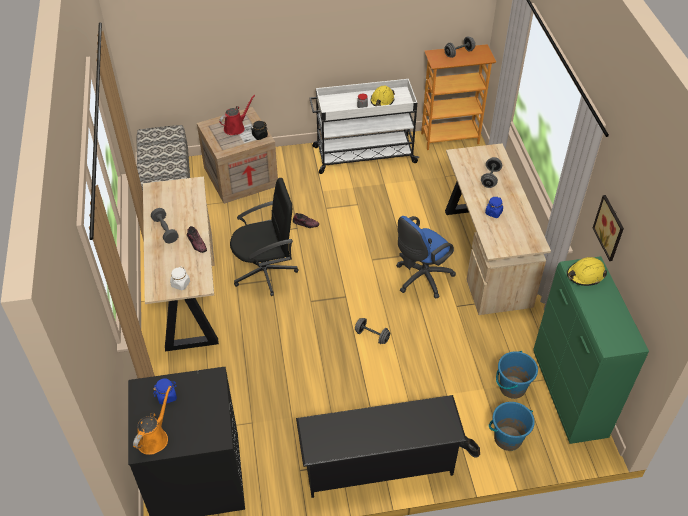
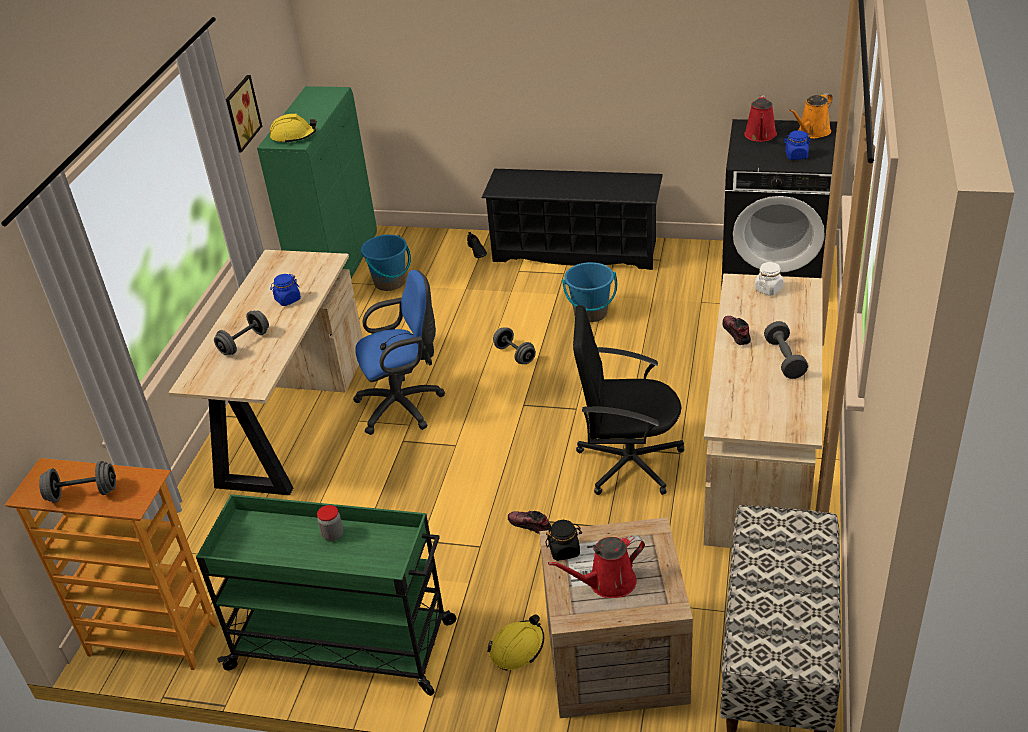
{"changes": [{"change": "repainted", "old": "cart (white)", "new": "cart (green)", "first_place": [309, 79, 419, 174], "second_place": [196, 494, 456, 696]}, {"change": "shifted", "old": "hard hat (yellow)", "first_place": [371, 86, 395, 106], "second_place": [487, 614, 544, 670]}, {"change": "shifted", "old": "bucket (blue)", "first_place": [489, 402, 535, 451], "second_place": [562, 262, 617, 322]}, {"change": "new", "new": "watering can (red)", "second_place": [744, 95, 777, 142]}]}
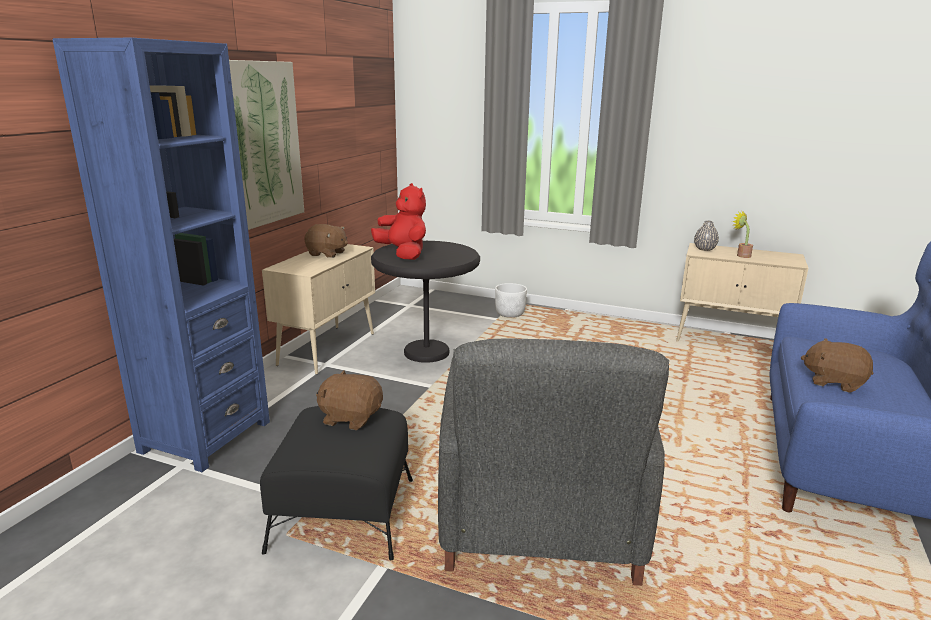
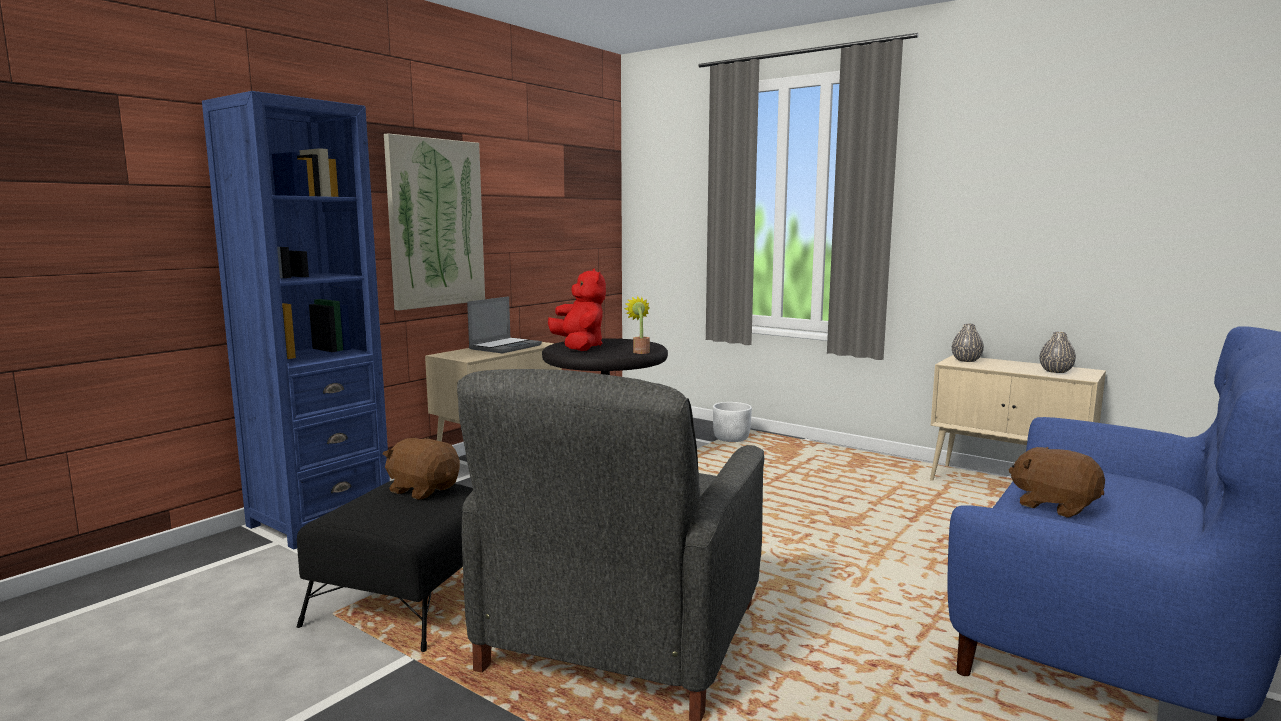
{"changes": [{"change": "swapped", "old": "plush toy (brown)", "new": "laptop", "first_place": [305, 224, 348, 258], "second_place": [467, 296, 542, 353]}, {"change": "shifted", "old": "potted plant", "first_place": [732, 210, 753, 258], "second_place": [624, 296, 650, 354]}, {"change": "new", "new": "vase (grey)", "second_place": [1040, 332, 1076, 373]}]}
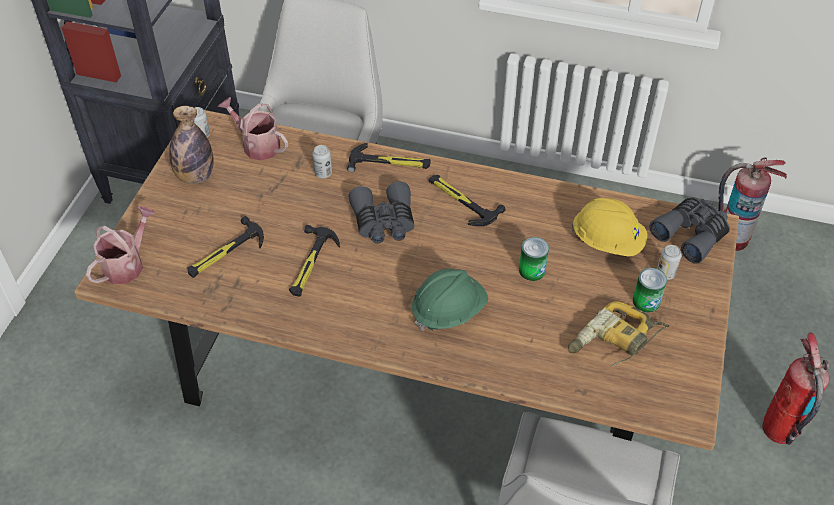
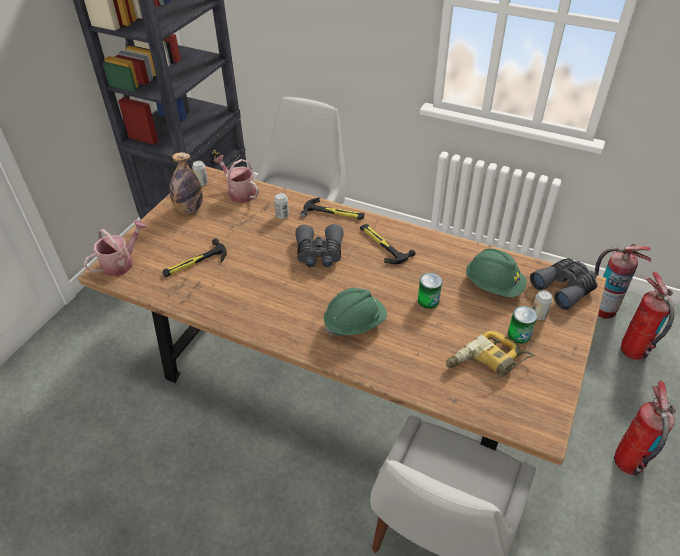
{"changes": [{"change": "gone", "old": "hammer", "first_place": [289, 225, 340, 297]}, {"change": "repainted", "old": "hard hat (yellow)", "new": "hard hat (green)", "first_place": [571, 198, 647, 257], "second_place": [466, 249, 527, 297]}, {"change": "new", "new": "fire extinguisher", "second_place": [620, 272, 675, 360]}]}
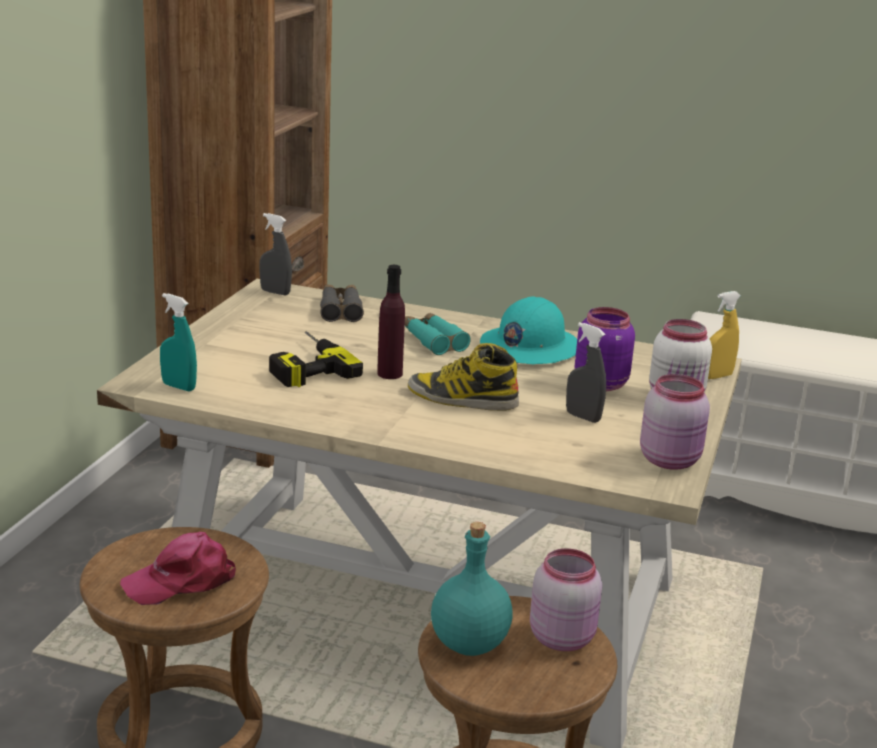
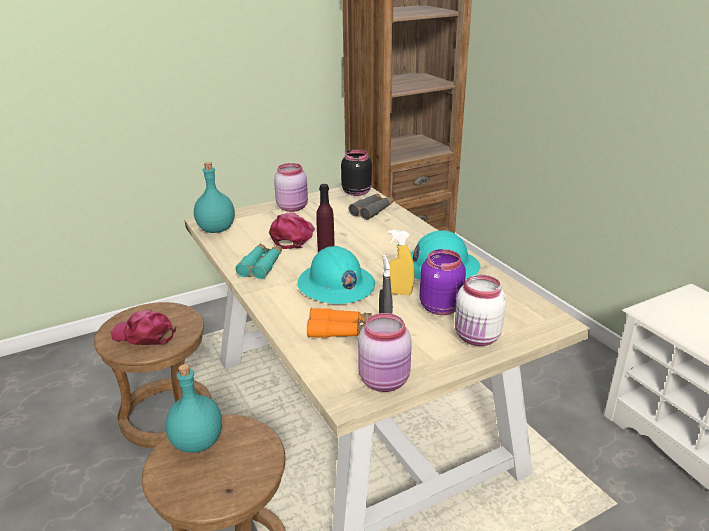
{"changes": [{"change": "swapped", "old": "spray bottle (turquoise)", "new": "bottle (turquoise)", "first_place": [160, 293, 197, 391], "second_place": [194, 162, 235, 233]}, {"change": "swapped", "old": "spray bottle (grey)", "new": "jar (black)", "first_place": [259, 213, 292, 295], "second_place": [341, 150, 372, 196]}, {"change": "swapped", "old": "power drill", "new": "cap (pink)", "first_place": [269, 331, 363, 387], "second_place": [269, 212, 315, 249]}, {"change": "shifted", "old": "binoculars (turquoise)", "first_place": [405, 313, 471, 355], "second_place": [235, 244, 282, 279]}, {"change": "swapped", "old": "boot", "new": "hard hat (turquoise)", "first_place": [408, 343, 519, 411], "second_place": [297, 246, 375, 304]}, {"change": "shifted", "old": "jar (pink)", "first_place": [530, 548, 602, 651], "second_place": [274, 163, 308, 212]}, {"change": "shifted", "old": "spray bottle (yellow)", "first_place": [708, 291, 741, 379], "second_place": [388, 230, 415, 295]}, {"change": "new", "new": "binoculars (orange)", "second_place": [307, 308, 372, 338]}]}
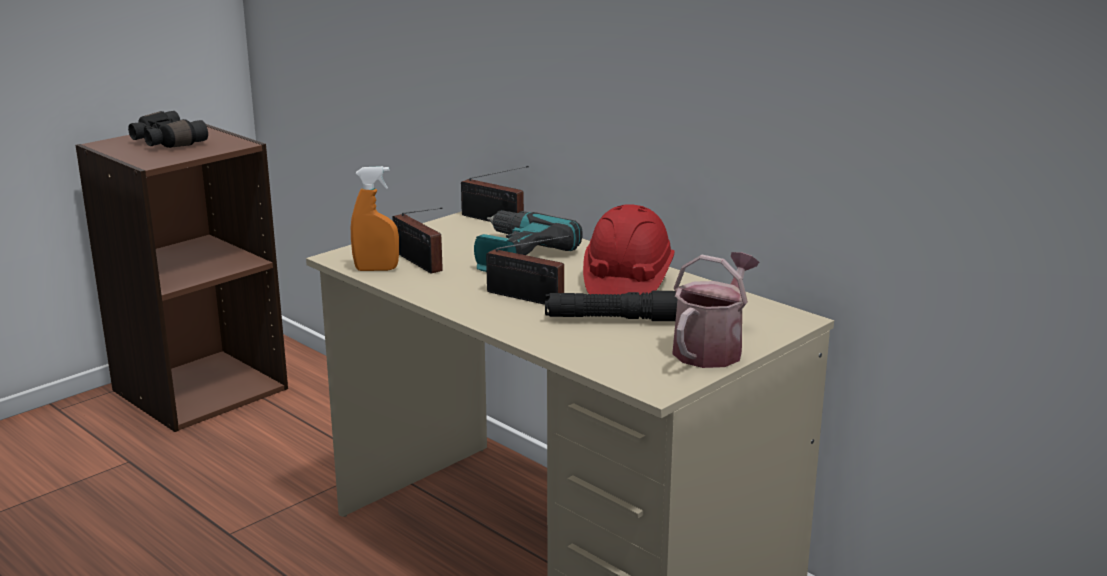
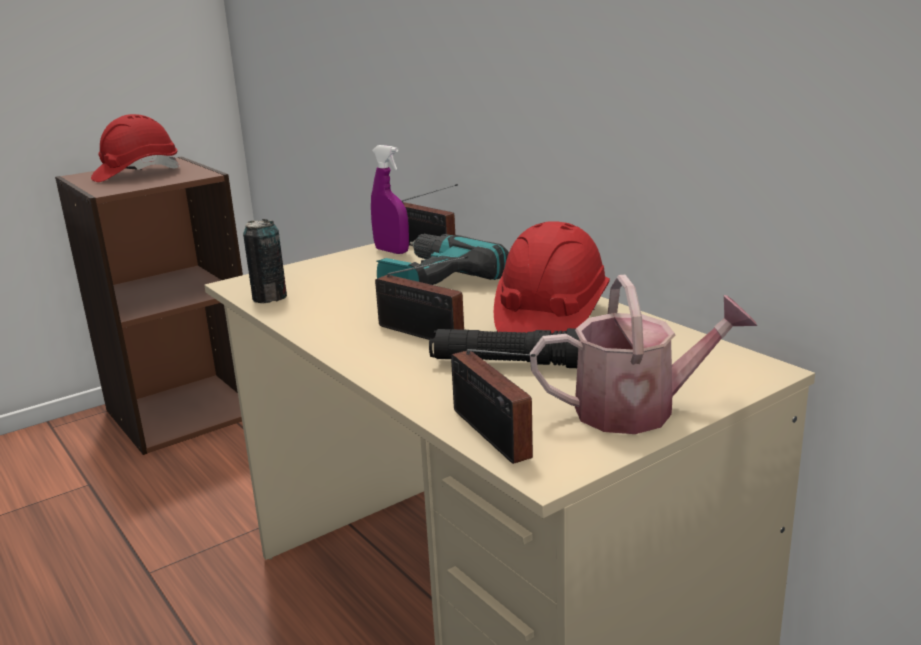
{"changes": [{"change": "swapped", "old": "binoculars (black)", "new": "hard hat (red)", "first_place": [128, 111, 208, 148], "second_place": [91, 114, 180, 182]}, {"change": "swapped", "old": "spray bottle (orange)", "new": "can", "first_place": [351, 166, 399, 271], "second_place": [243, 219, 287, 303]}, {"change": "shifted", "old": "radio", "first_place": [392, 207, 443, 274], "second_place": [451, 349, 535, 464]}, {"change": "rotated", "old": "watering can", "first_place": [672, 252, 759, 368], "second_place": [530, 275, 757, 434], "degrees": 45}, {"change": "new", "new": "spray bottle (purple)", "second_place": [371, 145, 409, 254]}]}
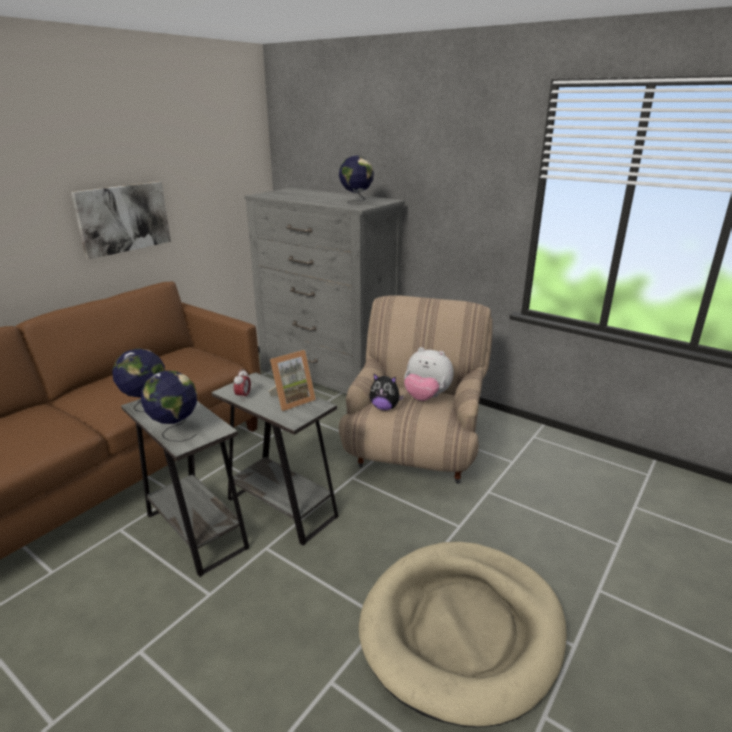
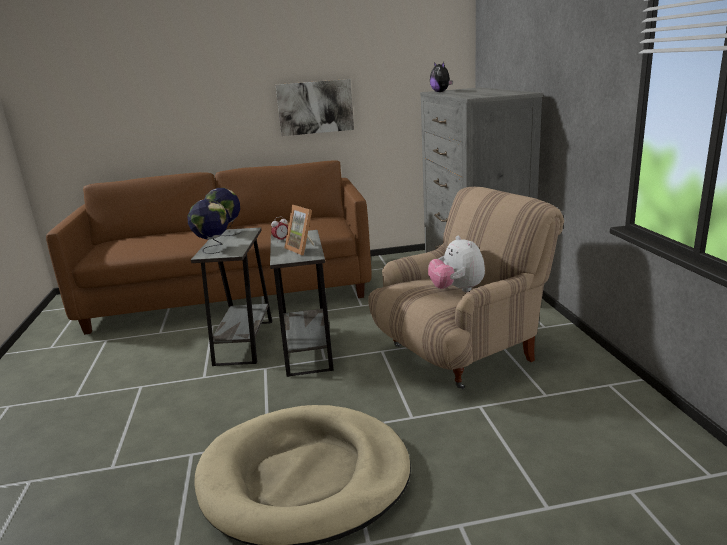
{"changes": [{"change": "rotated", "old": "picture frame", "first_place": [269, 350, 316, 411], "second_place": [284, 205, 314, 255], "degrees": 45}, {"change": "gone", "old": "globe", "first_place": [339, 155, 374, 205]}, {"change": "shifted", "old": "plush toy", "first_place": [370, 374, 404, 410], "second_place": [430, 62, 453, 92]}]}
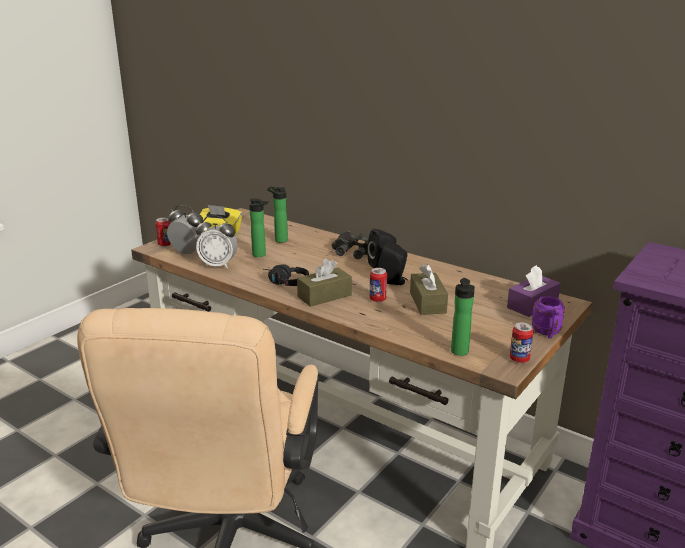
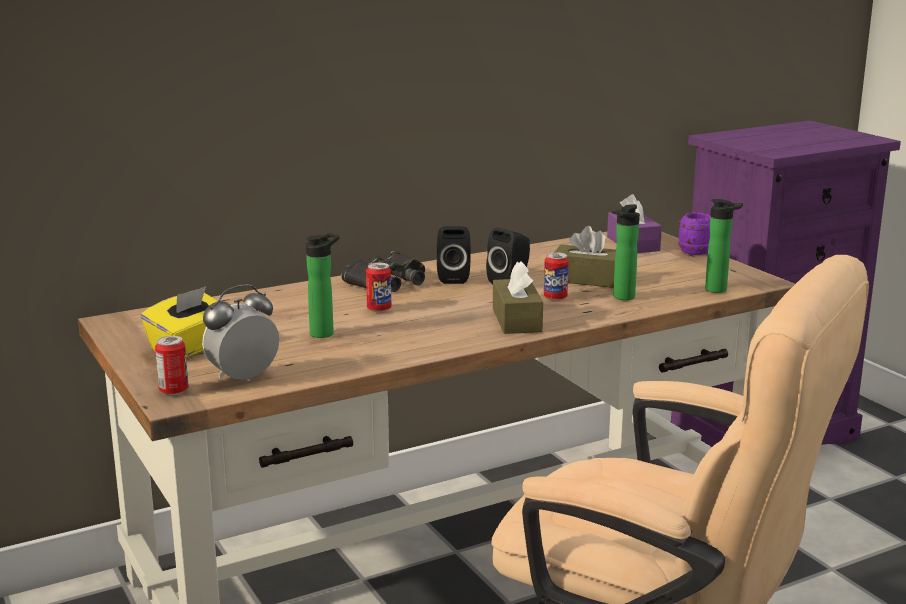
{"changes": [{"change": "gone", "old": "alarm clock", "first_place": [196, 215, 238, 269]}, {"change": "gone", "old": "headphones (black)", "first_place": [263, 265, 309, 286]}, {"change": "shifted", "old": "bottle", "first_place": [267, 186, 288, 243], "second_place": [612, 204, 640, 300]}, {"change": "shifted", "old": "can", "first_place": [510, 323, 534, 363], "second_place": [366, 263, 391, 312]}]}
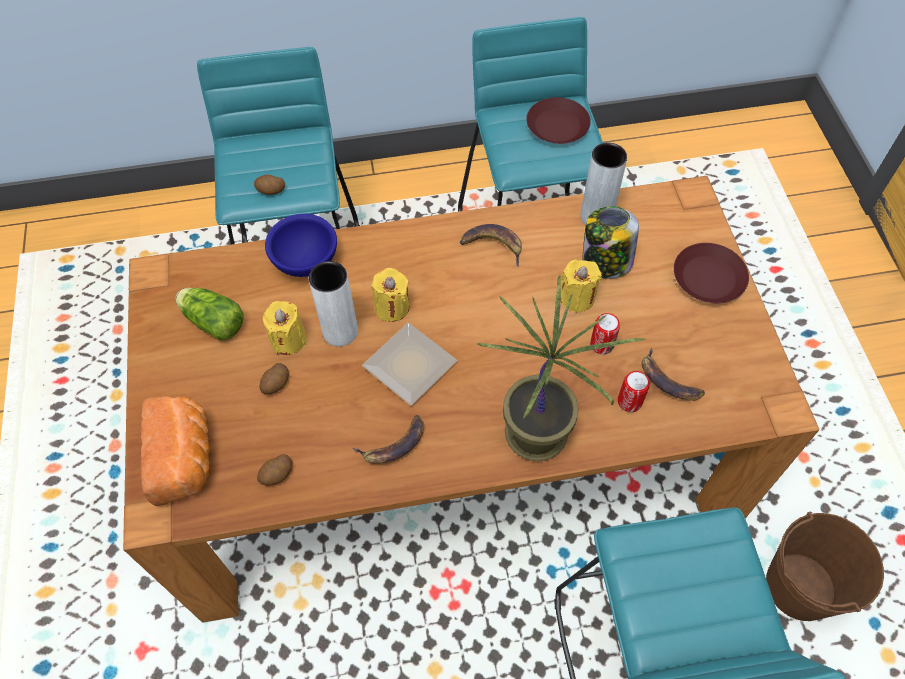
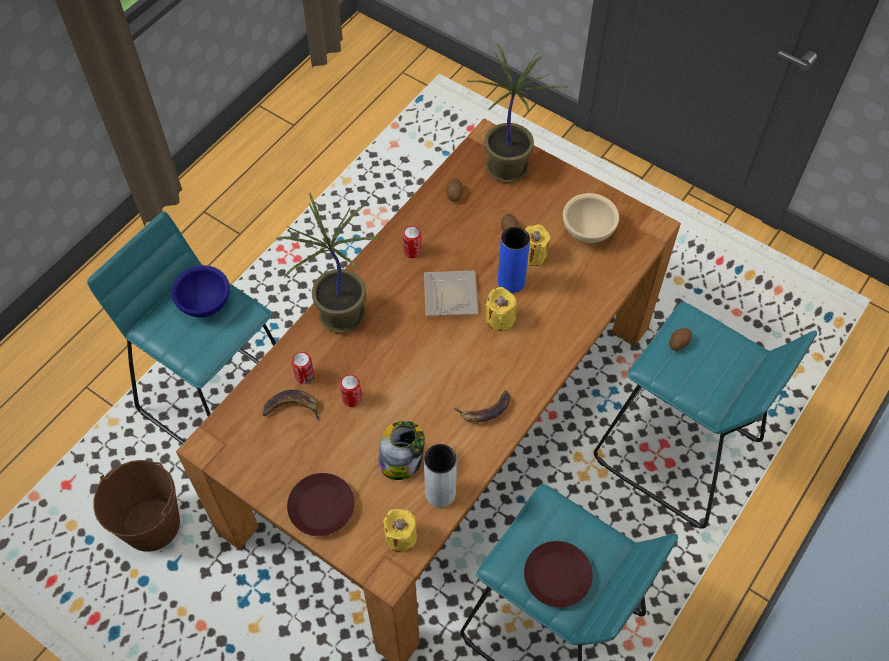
{"changes": [{"change": "swapped", "old": "bread", "new": "potted plant", "first_place": [141, 396, 210, 506], "second_place": [466, 43, 569, 183]}, {"change": "swapped", "old": "lettuce", "new": "bowl (beige)", "first_place": [176, 288, 244, 340], "second_place": [563, 193, 619, 243]}, {"change": "shifted", "old": "bowl (blue)", "first_place": [265, 214, 337, 277], "second_place": [171, 265, 229, 317]}, {"change": "repainted", "old": "vase (white)", "new": "vase (blue)", "first_place": [309, 261, 358, 347], "second_place": [498, 227, 530, 293]}, {"change": "swapped", "old": "banana", "new": "can", "first_place": [353, 415, 424, 464], "second_place": [403, 226, 422, 258]}, {"change": "shifted", "old": "candle (yellow)", "first_place": [561, 259, 602, 313], "second_place": [383, 509, 417, 552]}]}
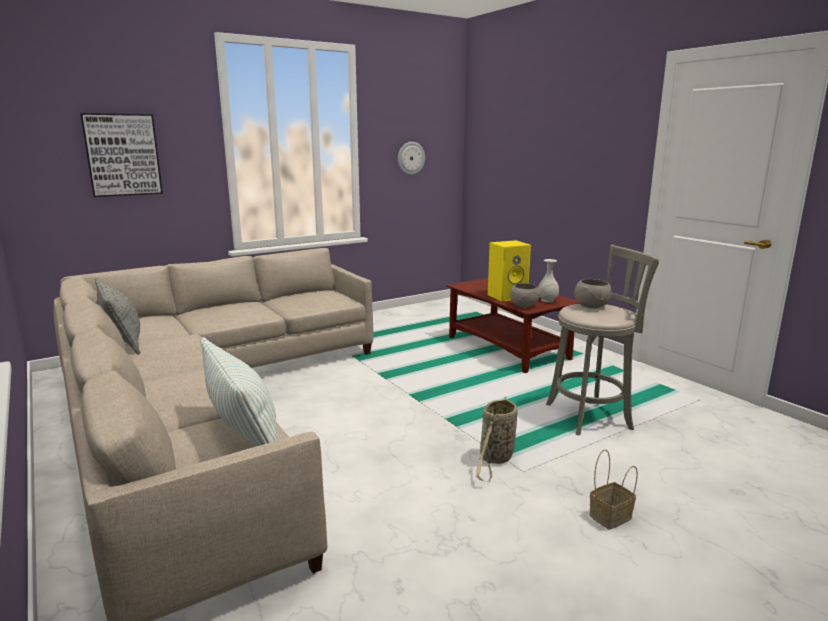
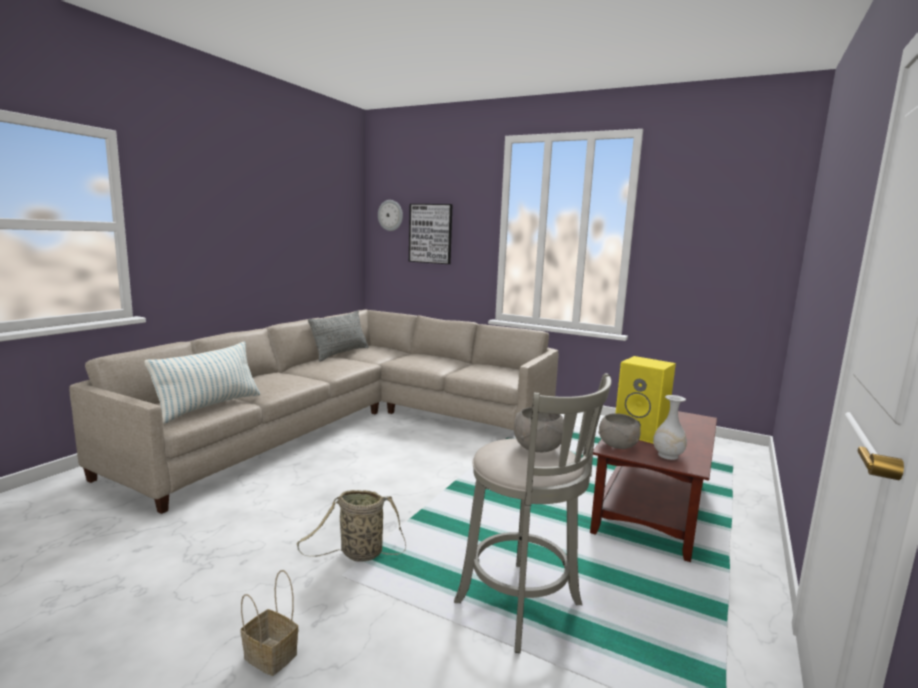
{"changes": [{"change": "shifted", "old": "wall clock", "first_place": [398, 142, 425, 175], "second_place": [378, 200, 403, 231]}]}
